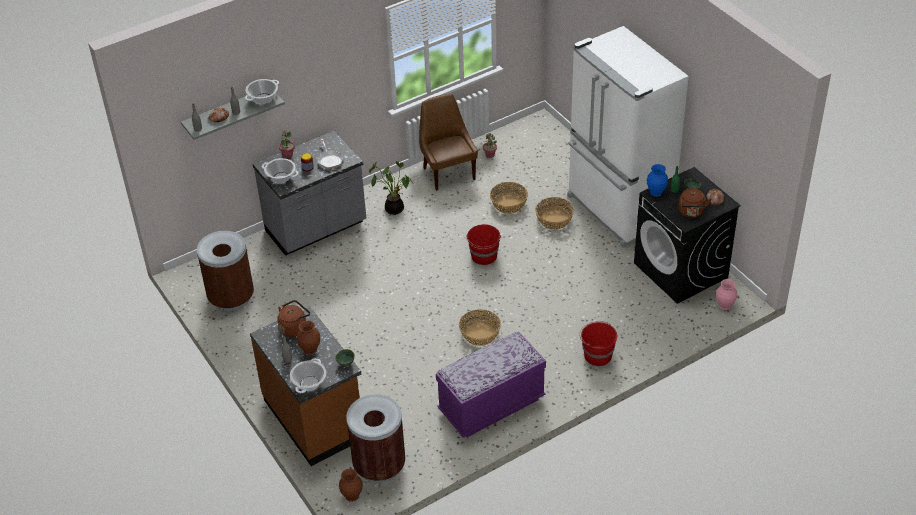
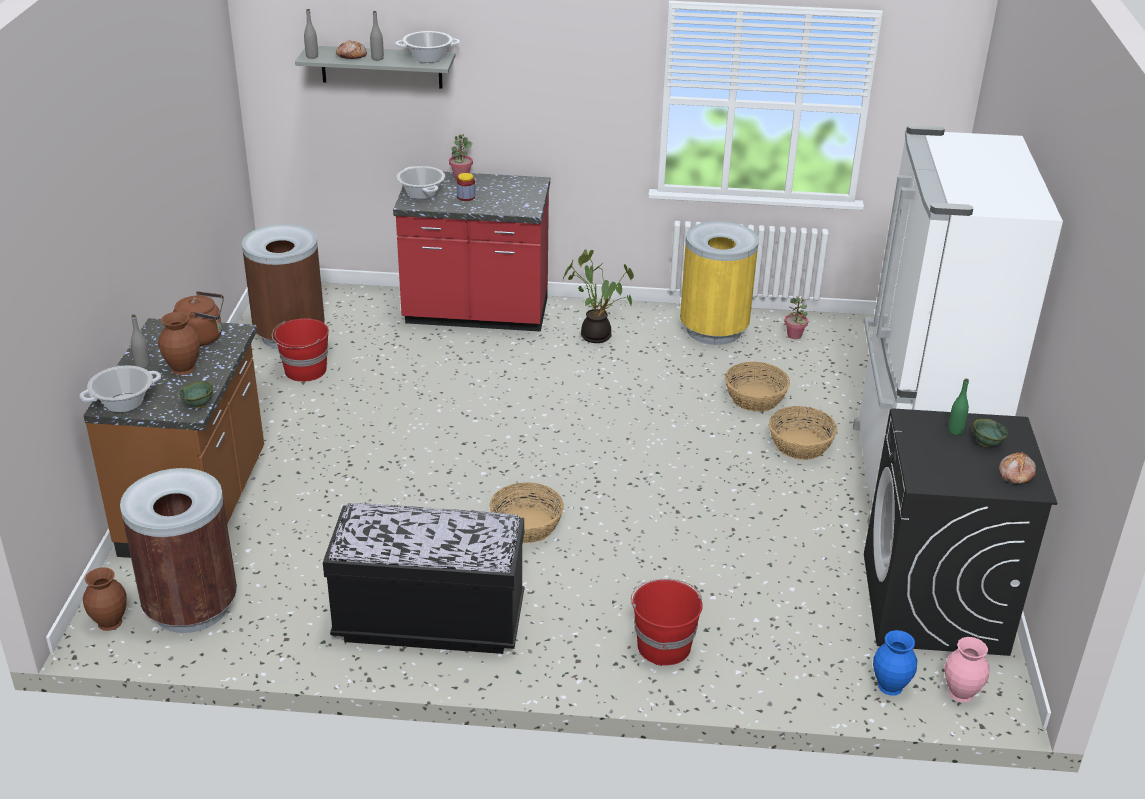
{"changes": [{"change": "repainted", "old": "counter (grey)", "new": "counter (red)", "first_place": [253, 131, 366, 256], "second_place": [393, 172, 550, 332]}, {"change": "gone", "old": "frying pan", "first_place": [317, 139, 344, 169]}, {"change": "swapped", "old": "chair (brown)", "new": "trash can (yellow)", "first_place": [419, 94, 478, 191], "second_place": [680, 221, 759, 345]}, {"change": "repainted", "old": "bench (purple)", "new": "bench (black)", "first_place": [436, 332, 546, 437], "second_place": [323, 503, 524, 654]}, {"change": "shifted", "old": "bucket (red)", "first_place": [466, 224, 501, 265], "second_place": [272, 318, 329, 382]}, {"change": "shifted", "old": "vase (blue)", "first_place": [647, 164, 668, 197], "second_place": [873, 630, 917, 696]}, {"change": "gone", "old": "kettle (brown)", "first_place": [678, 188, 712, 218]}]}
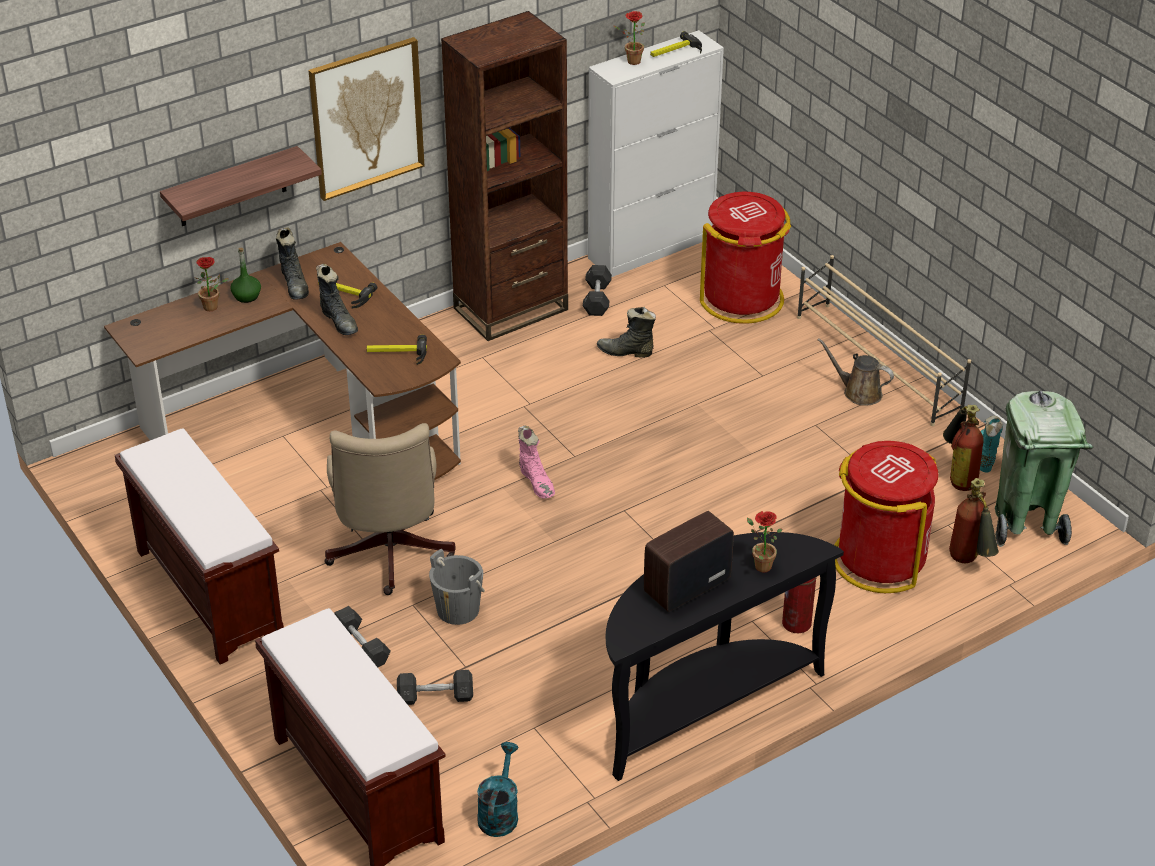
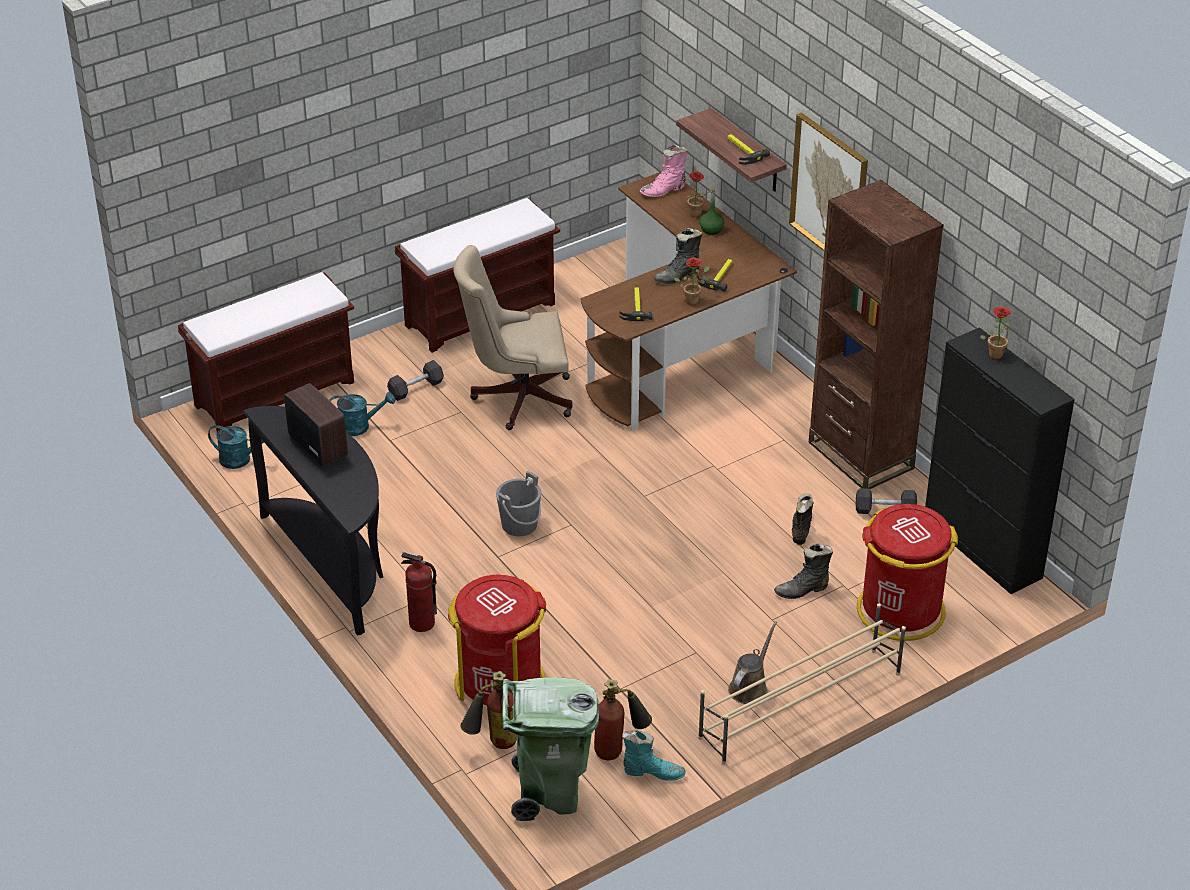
{"changes": [{"change": "shifted", "old": "boot (black)", "first_place": [276, 227, 309, 300], "second_place": [774, 543, 833, 599]}, {"change": "swapped", "old": "dumbbell (grey)", "new": "watering can (turquoise)", "first_place": [397, 670, 473, 705], "second_place": [329, 392, 395, 436]}, {"change": "shifted", "old": "bucket (grey)", "first_place": [429, 549, 485, 625], "second_place": [496, 471, 541, 536]}, {"change": "shifted", "old": "boot (pink)", "first_place": [518, 426, 555, 499], "second_place": [640, 144, 688, 197]}, {"change": "repainted", "old": "cabinet (white)", "new": "cabinet (black)", "first_place": [588, 30, 724, 277], "second_place": [925, 327, 1075, 594]}, {"change": "shifted", "old": "hammer", "first_place": [650, 31, 702, 57], "second_place": [727, 134, 770, 165]}, {"change": "shifted", "old": "potted plant", "first_place": [747, 511, 782, 572], "second_place": [674, 258, 709, 305]}]}
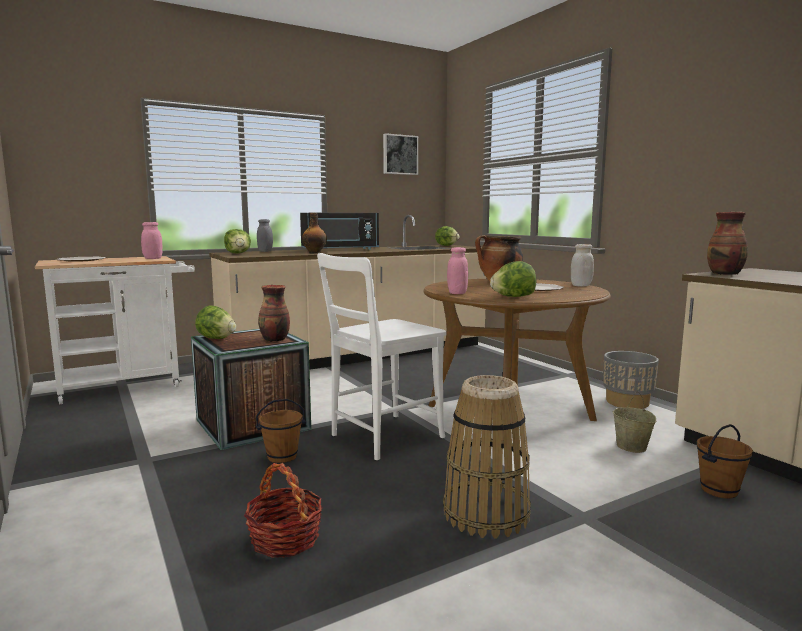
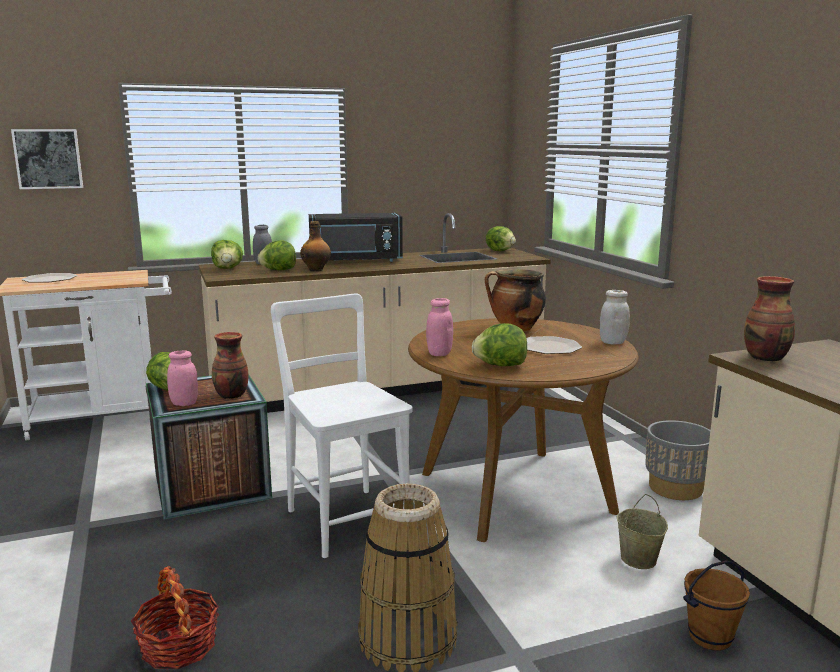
{"changes": [{"change": "shifted", "old": "jar (pink)", "first_place": [141, 222, 162, 259], "second_place": [167, 350, 198, 406]}, {"change": "gone", "old": "bucket (brown)", "first_place": [256, 399, 306, 463]}, {"change": "rotated", "old": "chair (white)", "first_place": [317, 253, 447, 460], "second_place": [271, 294, 413, 558], "degrees": 90}, {"change": "shifted", "old": "picture", "first_place": [383, 133, 418, 175], "second_place": [11, 129, 83, 189]}, {"change": "new", "new": "lettuce", "second_place": [258, 240, 296, 270]}]}
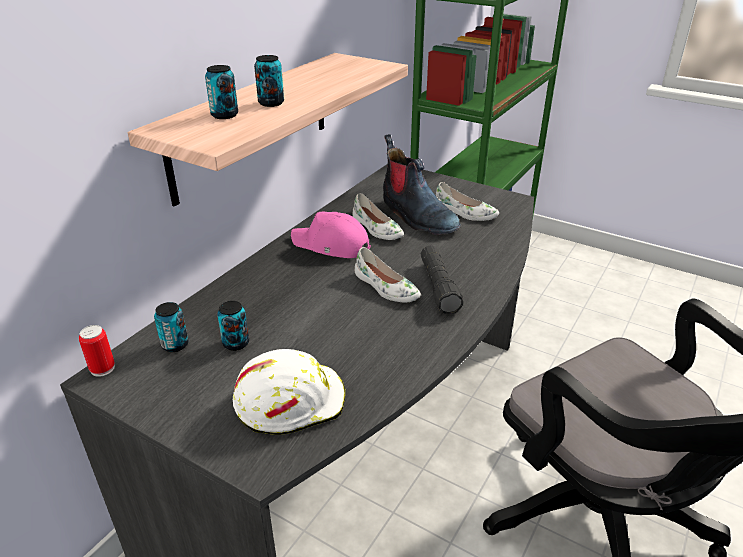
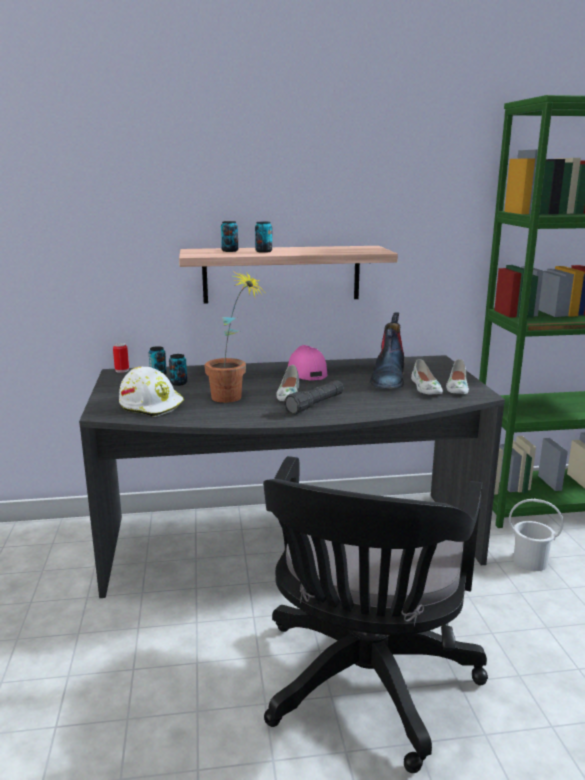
{"changes": [{"change": "shifted", "old": "shoe (white)", "first_place": [353, 193, 404, 240], "second_place": [446, 359, 469, 394]}, {"change": "new", "new": "potted plant", "second_place": [205, 271, 267, 403]}, {"change": "new", "new": "bucket (white)", "second_place": [509, 499, 564, 571]}]}
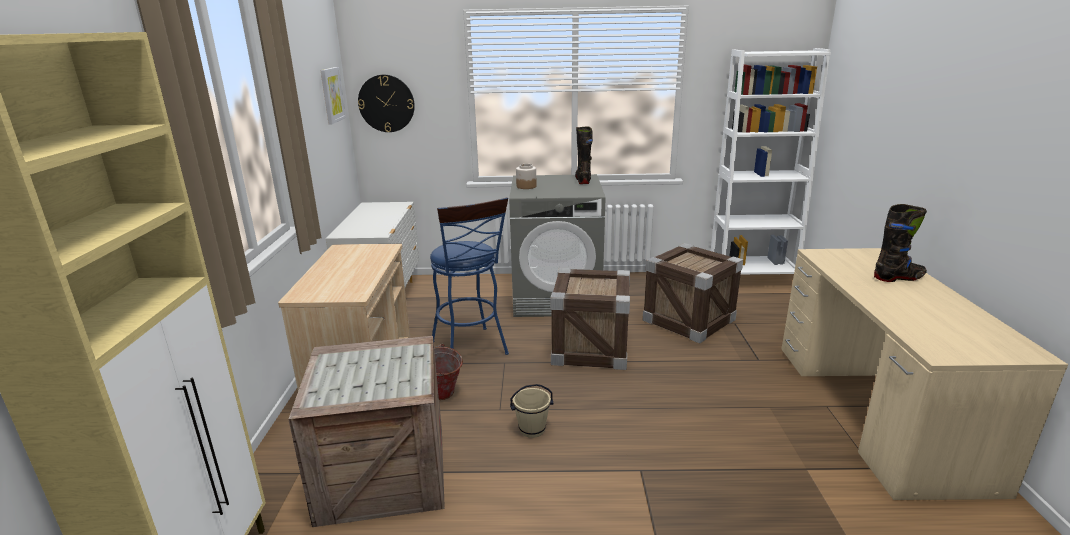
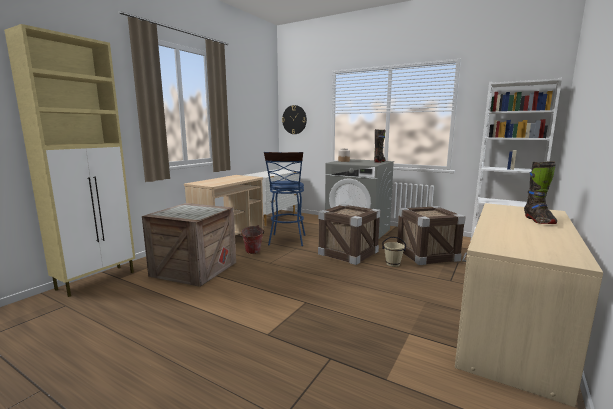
{"changes": [{"change": "gone", "old": "picture", "first_place": [321, 67, 346, 125]}, {"change": "shifted", "old": "bucket (beige)", "first_place": [510, 384, 553, 438], "second_place": [382, 237, 406, 267]}, {"change": "rotated", "old": "boot (black)", "first_place": [874, 204, 927, 282], "second_place": [524, 161, 557, 224], "degrees": 75}]}
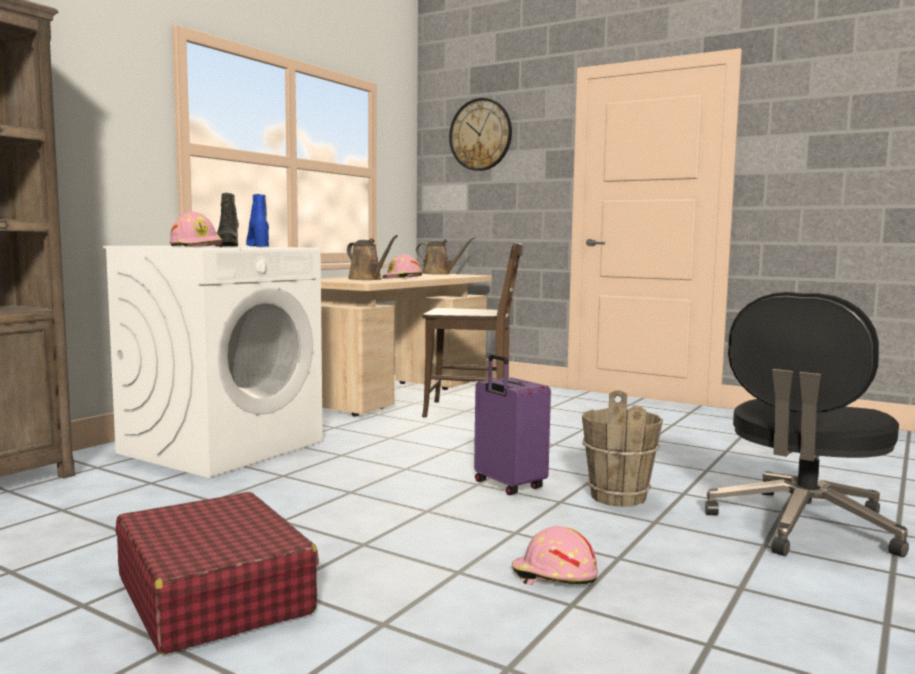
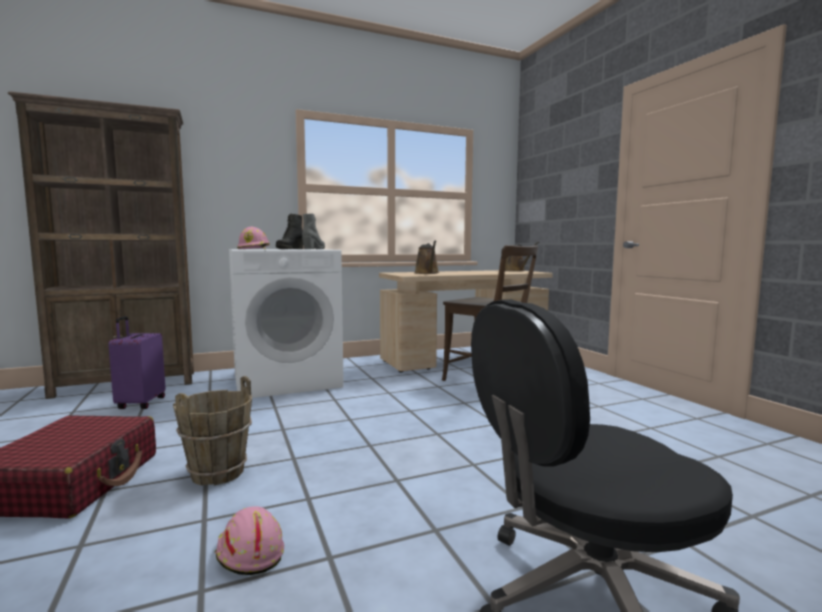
{"changes": [{"change": "repainted", "old": "boot (blue)", "new": "boot (grey)", "first_place": [246, 194, 269, 247], "second_place": [302, 214, 325, 249]}, {"change": "gone", "old": "hard hat (pink)", "first_place": [382, 254, 422, 279]}, {"change": "gone", "old": "wall clock", "first_place": [449, 98, 512, 171]}, {"change": "shifted", "old": "suitcase (purple)", "first_place": [474, 354, 551, 495], "second_place": [108, 316, 165, 409]}, {"change": "shifted", "old": "bucket (brown)", "first_place": [582, 390, 663, 507], "second_place": [173, 376, 252, 486]}]}
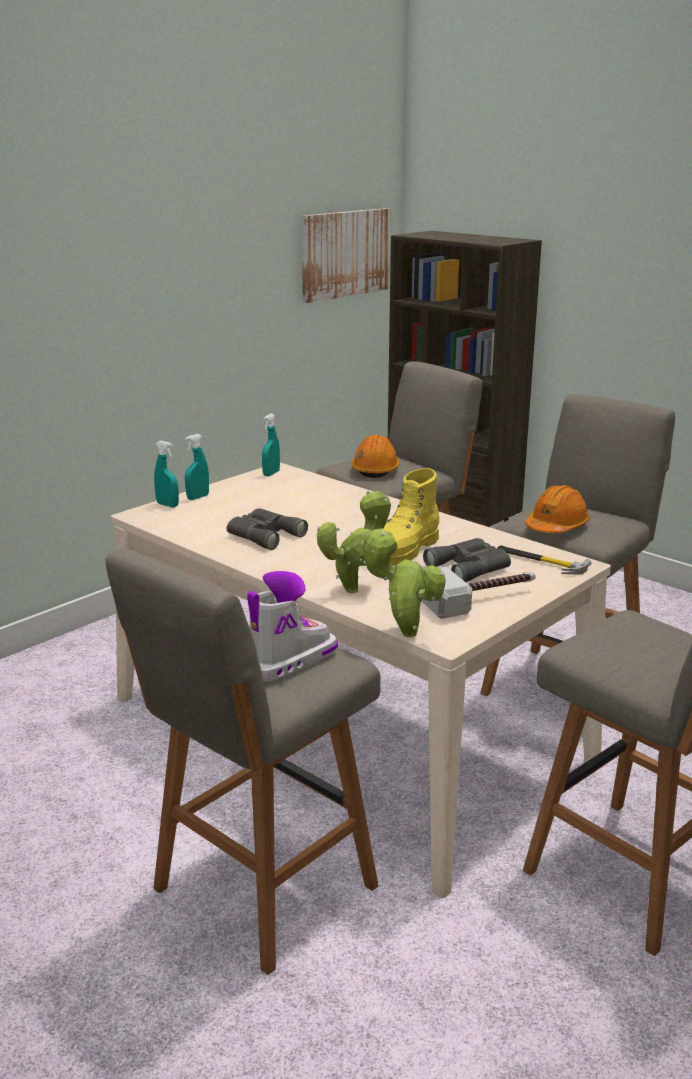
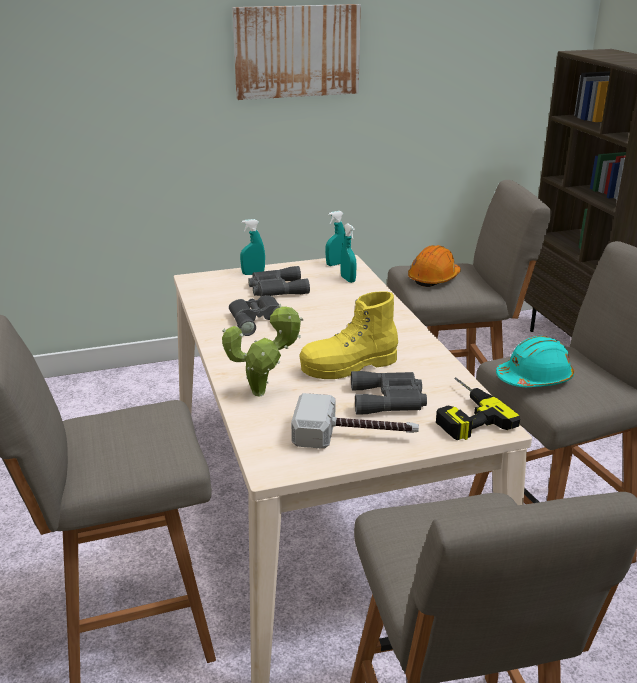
{"changes": [{"change": "shifted", "old": "spray bottle (turquoise)", "first_place": [154, 441, 179, 507], "second_place": [341, 223, 357, 283]}, {"change": "gone", "old": "boot", "first_place": [247, 571, 338, 682]}, {"change": "shifted", "old": "picture", "first_place": [301, 208, 391, 303], "second_place": [232, 4, 361, 100]}, {"change": "gone", "old": "potted plant", "first_place": [361, 528, 446, 637]}, {"change": "swapped", "old": "hammer", "new": "power drill", "first_place": [497, 546, 591, 574], "second_place": [436, 377, 520, 440]}, {"change": "repainted", "old": "hard hat (orange)", "new": "hard hat (turquoise)", "first_place": [525, 485, 590, 533], "second_place": [496, 336, 574, 387]}, {"change": "new", "new": "binoculars (grey)", "second_place": [248, 266, 310, 296]}]}
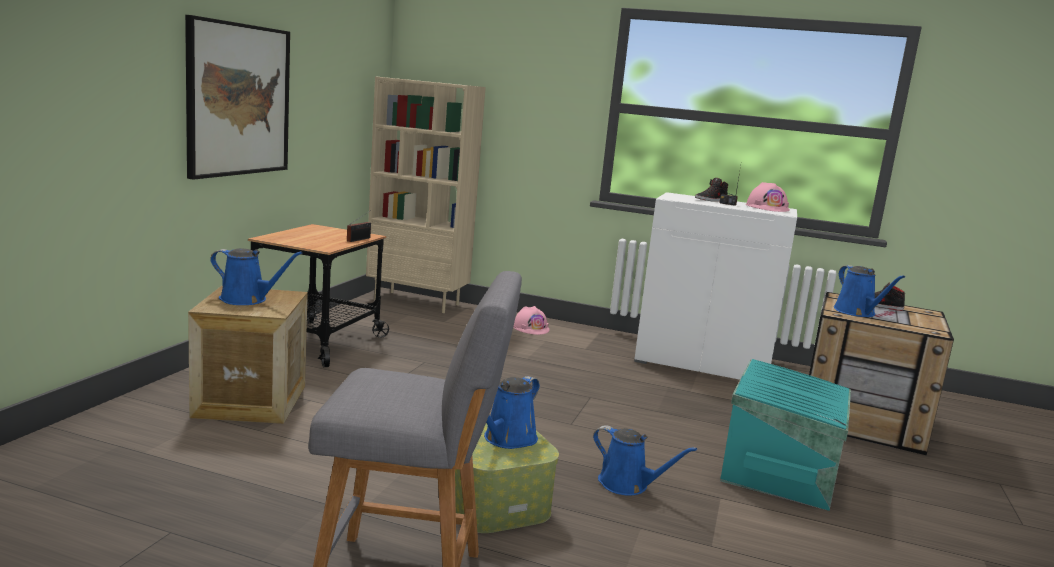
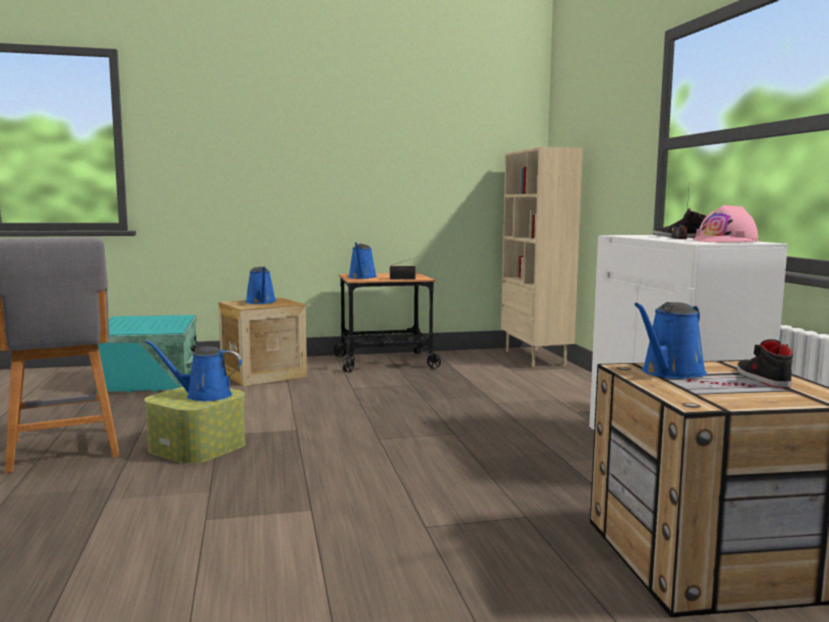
{"changes": [{"change": "gone", "old": "picture", "first_place": [185, 15, 290, 180]}, {"change": "gone", "old": "hard hat (pink)", "first_place": [513, 306, 550, 335]}, {"change": "shifted", "old": "watering can (blue)", "first_place": [593, 425, 697, 495], "second_place": [348, 242, 377, 279]}, {"change": "shifted", "old": "storage box (turquoise)", "first_place": [720, 359, 851, 511], "second_place": [96, 315, 197, 394]}]}
